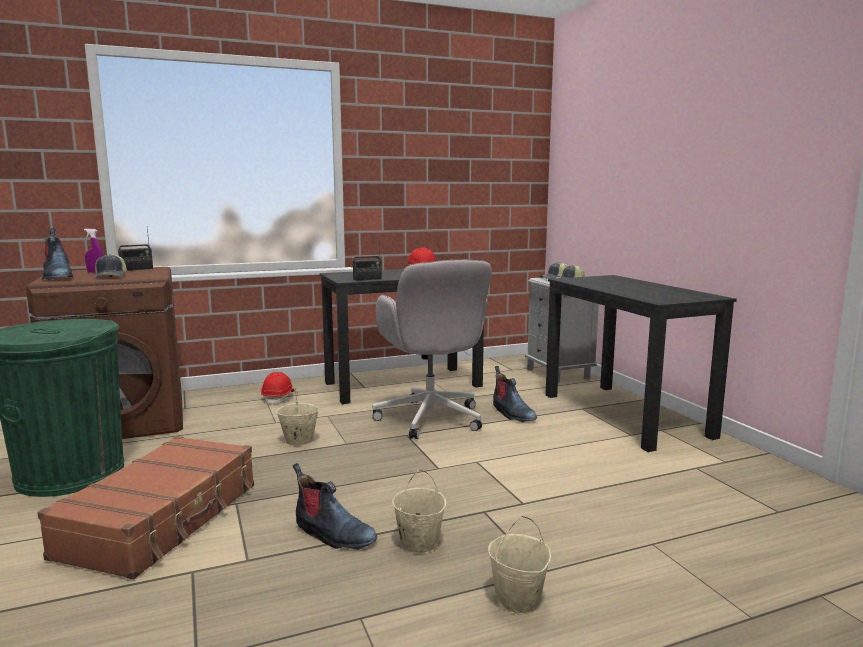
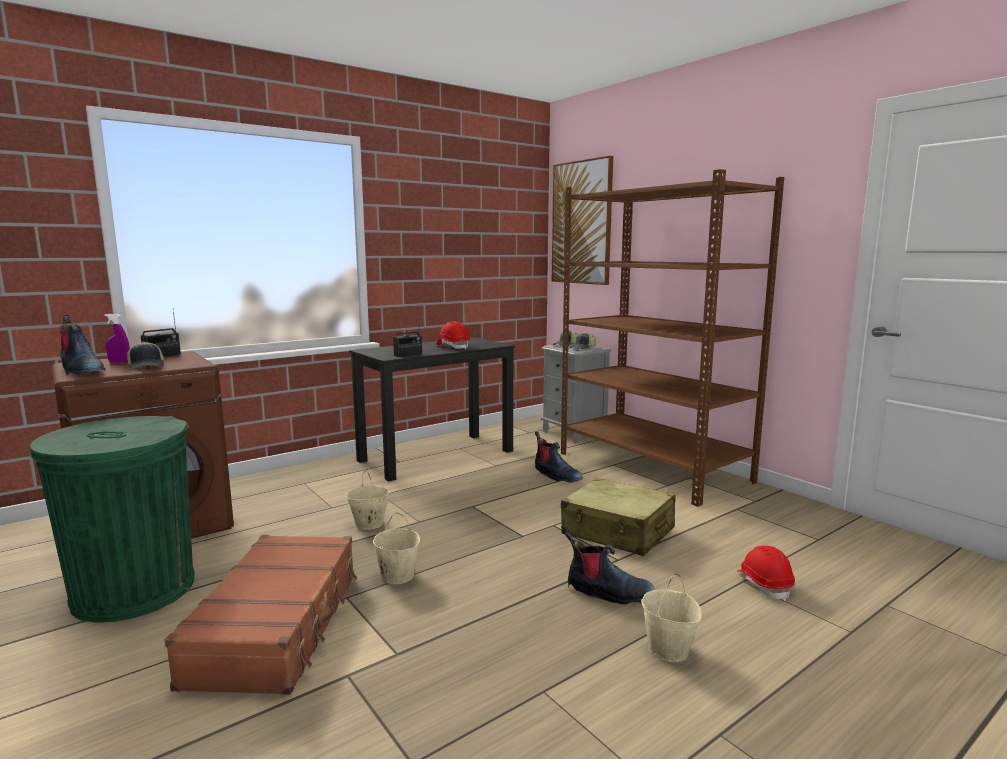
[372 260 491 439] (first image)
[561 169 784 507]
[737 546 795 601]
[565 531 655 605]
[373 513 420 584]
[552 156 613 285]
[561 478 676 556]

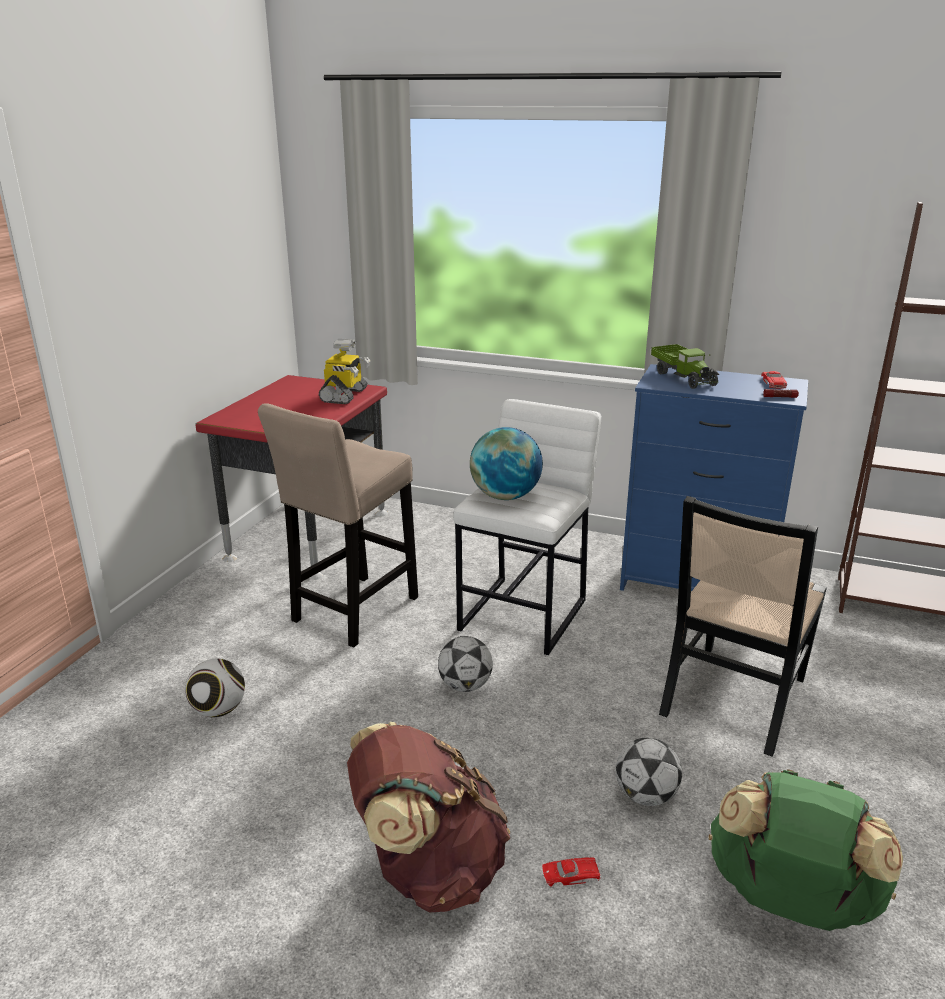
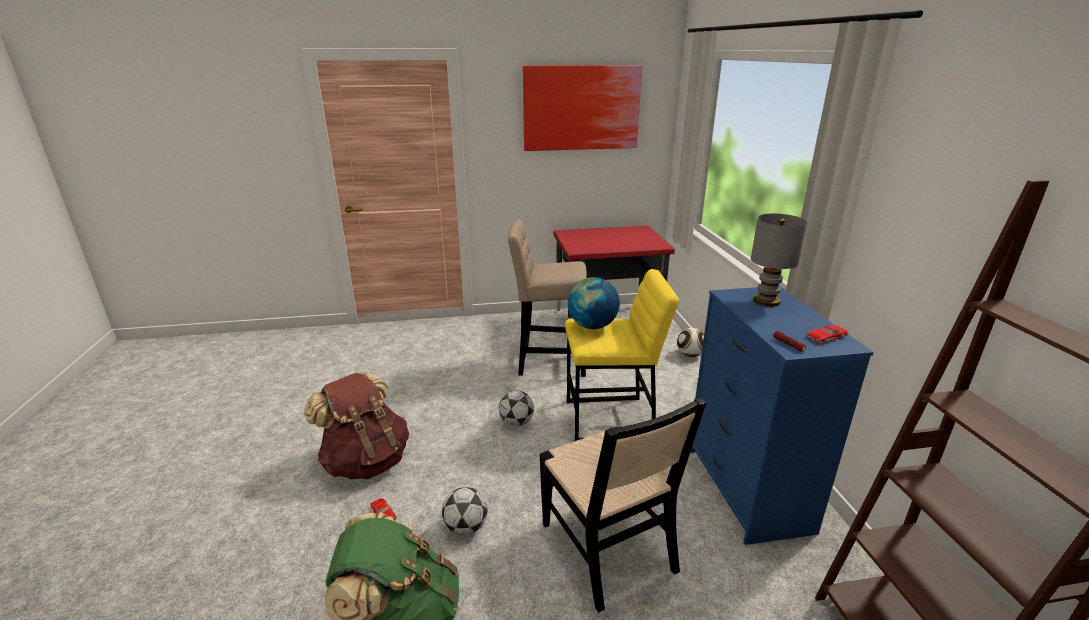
[319 339 371 404] (first image)
[751 214 807 307]
[565 269 679 441]
[539 397 706 613]
[677 328 704 357]
[523 65 643 151]

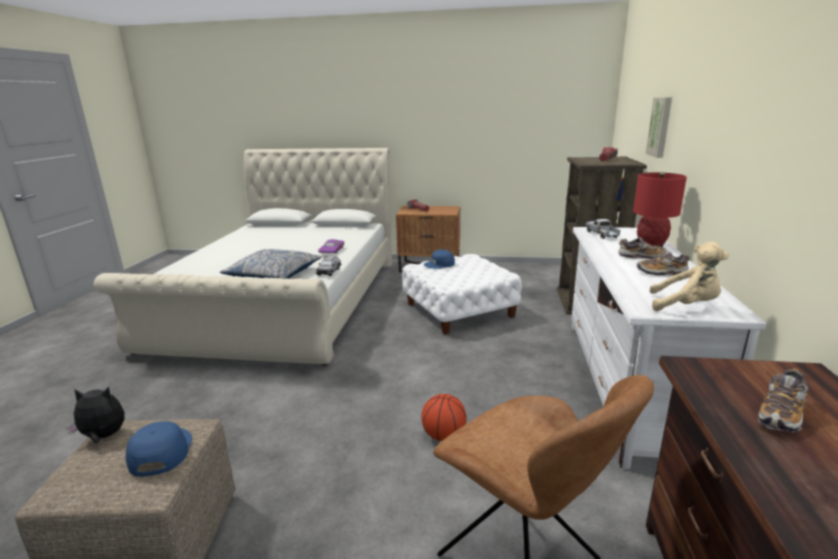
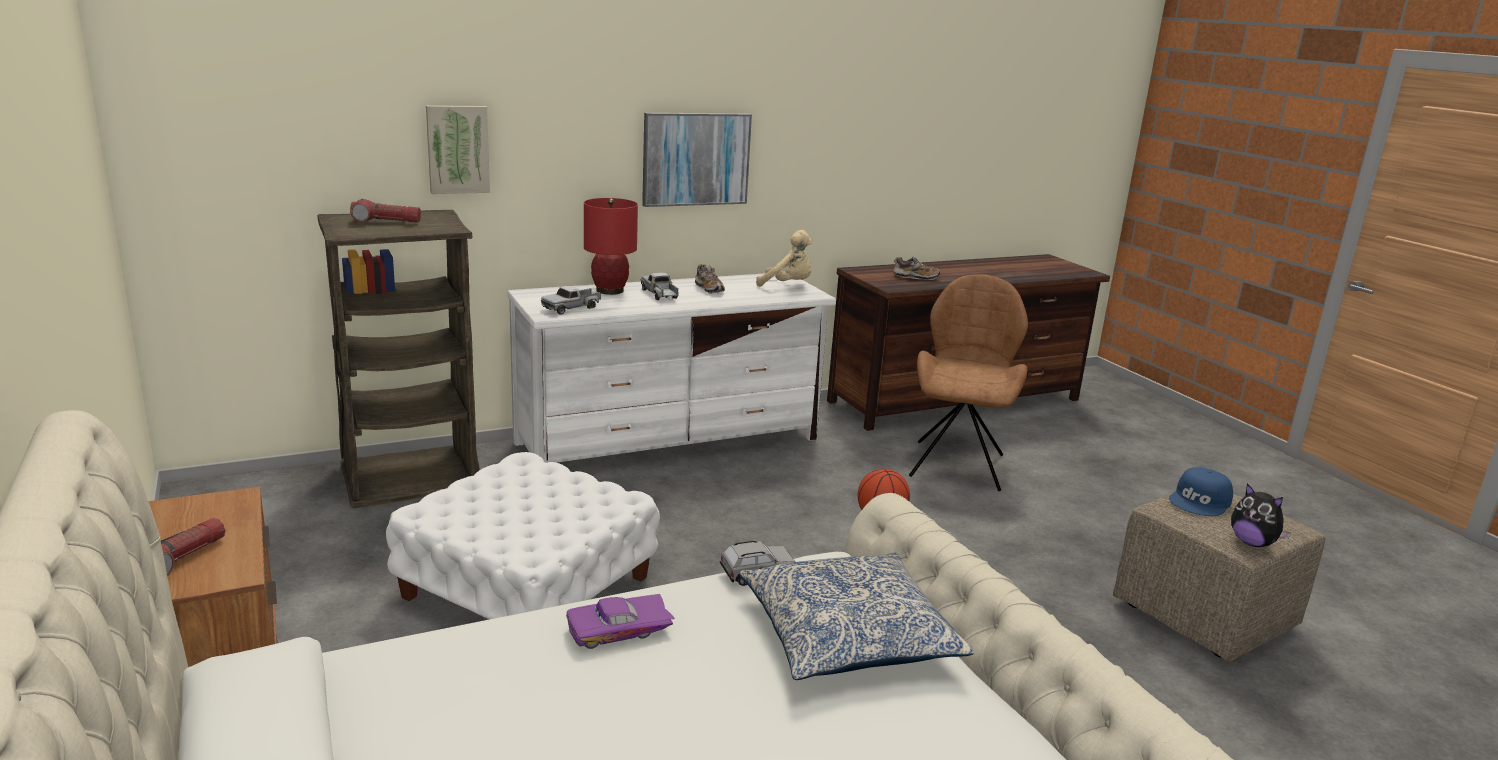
[641 273 679 300]
[756 230 812 287]
[424 250 455 269] (first image)
[642 113 752 207]

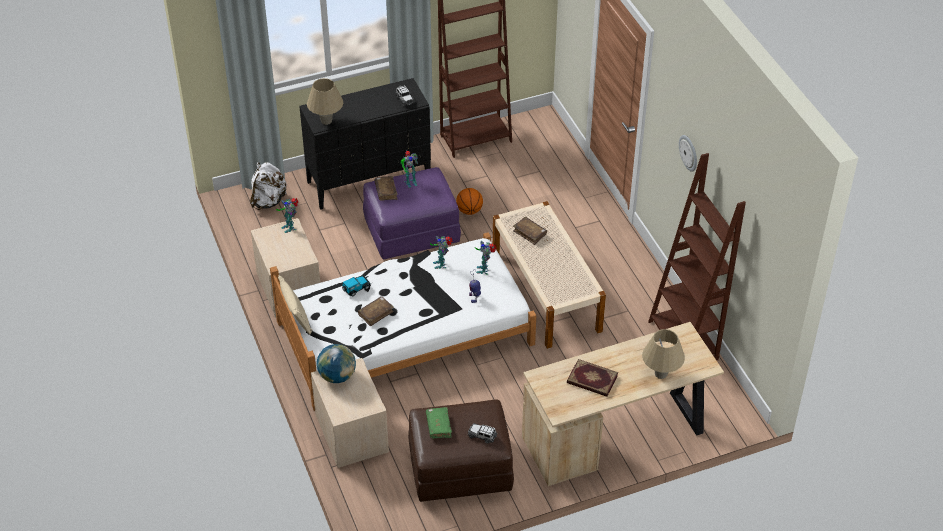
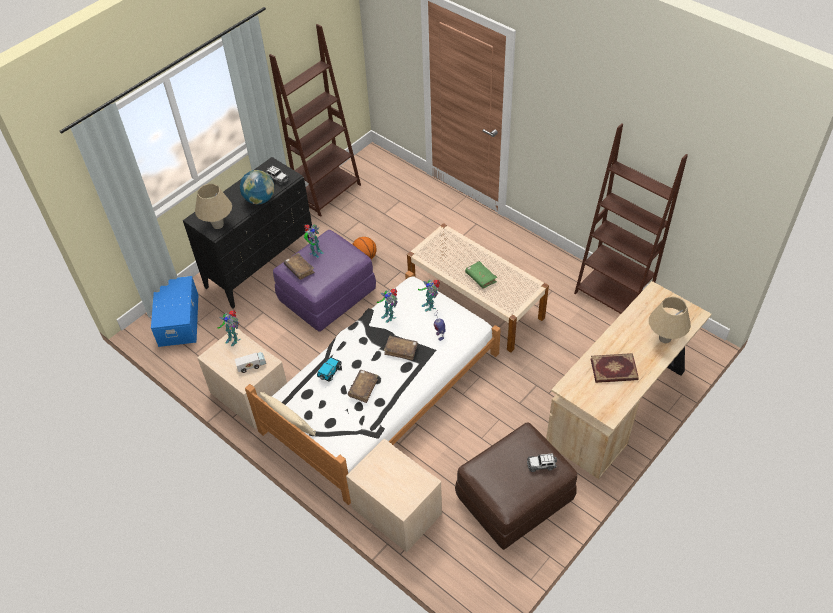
[679 135 697 172] (first image)
[151 276 198 347]
[384 336 417 361]
[240 170 274 205]
[465 261 497 288]
[235 352 266 373]

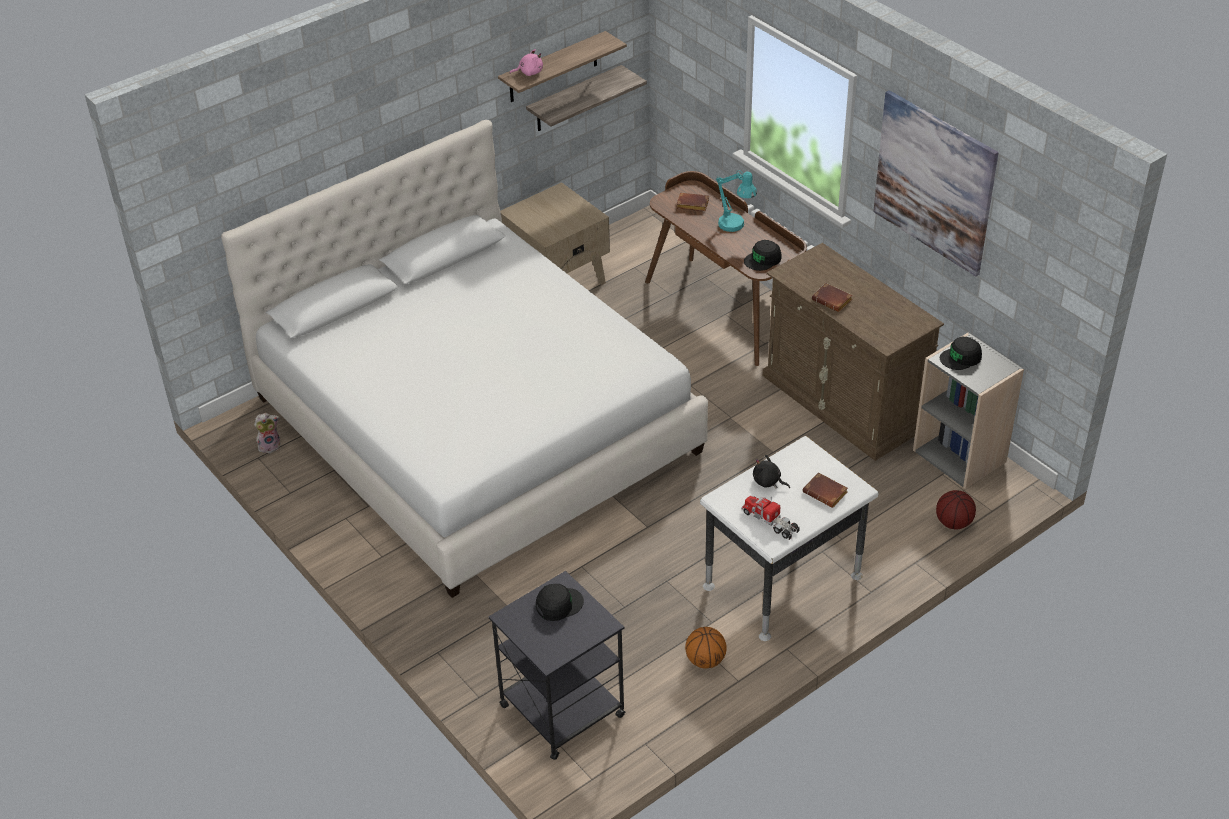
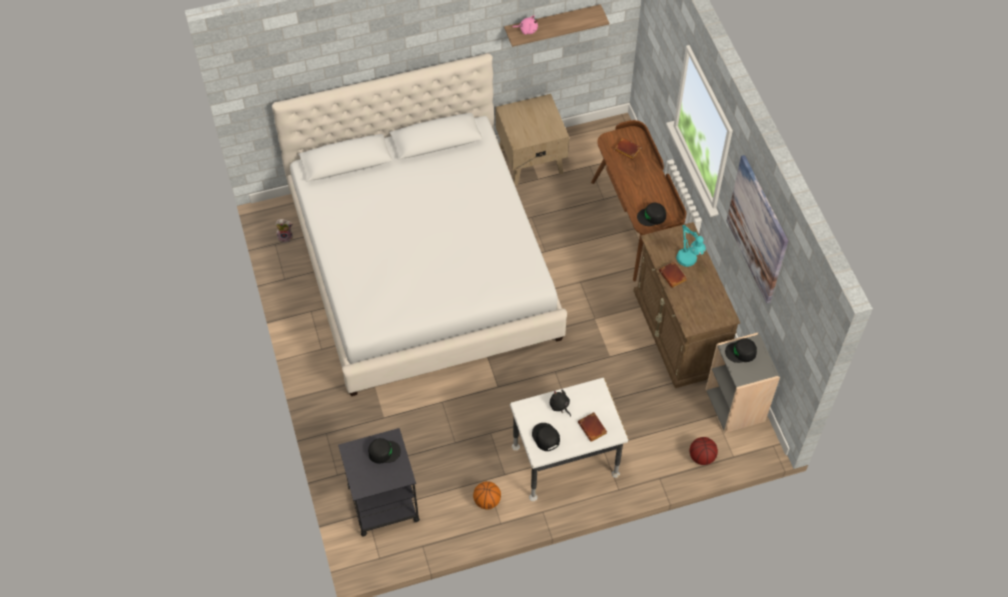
[526 65 647 131] (first image)
[676 224 706 267]
[532 423 560 451]

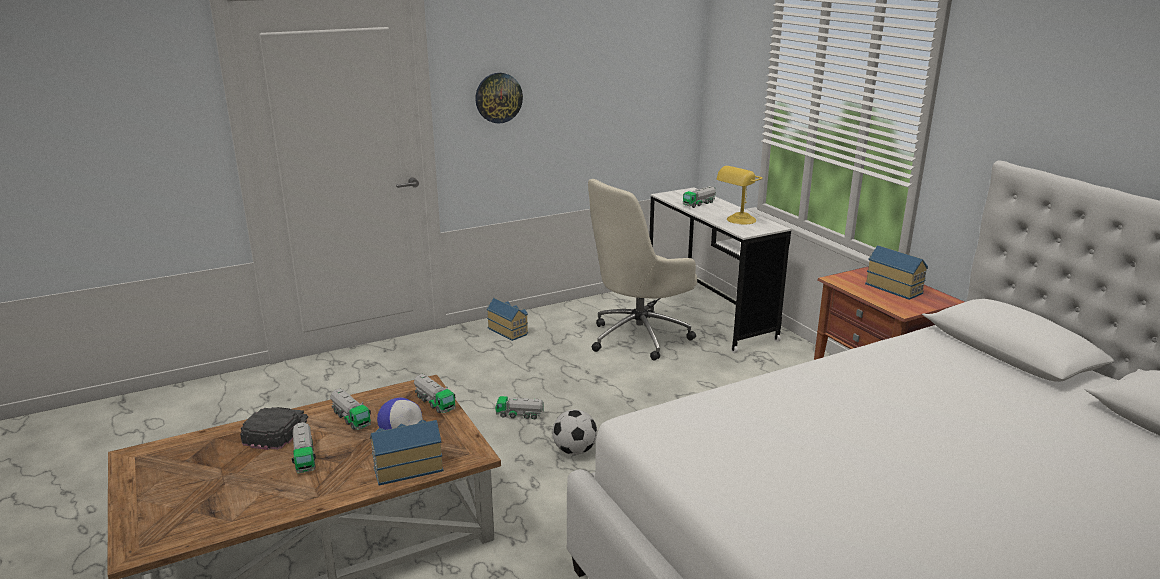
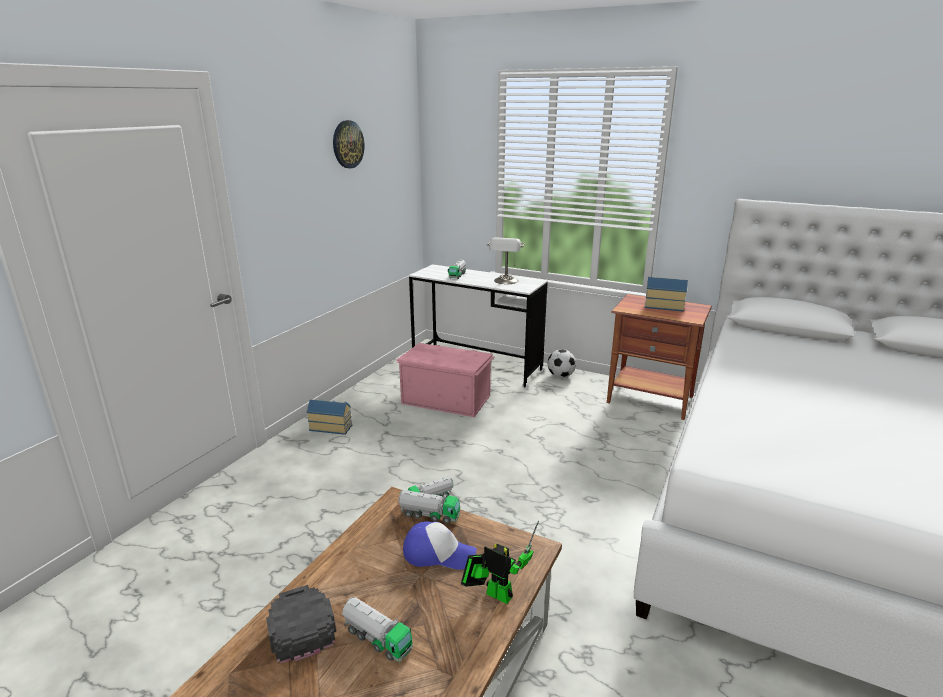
[333 120 364 168]
[487 238 525 284]
[396 343 495 417]
[330 388 371 430] (first image)
[547 349 576 378]
[461 520 539 604]

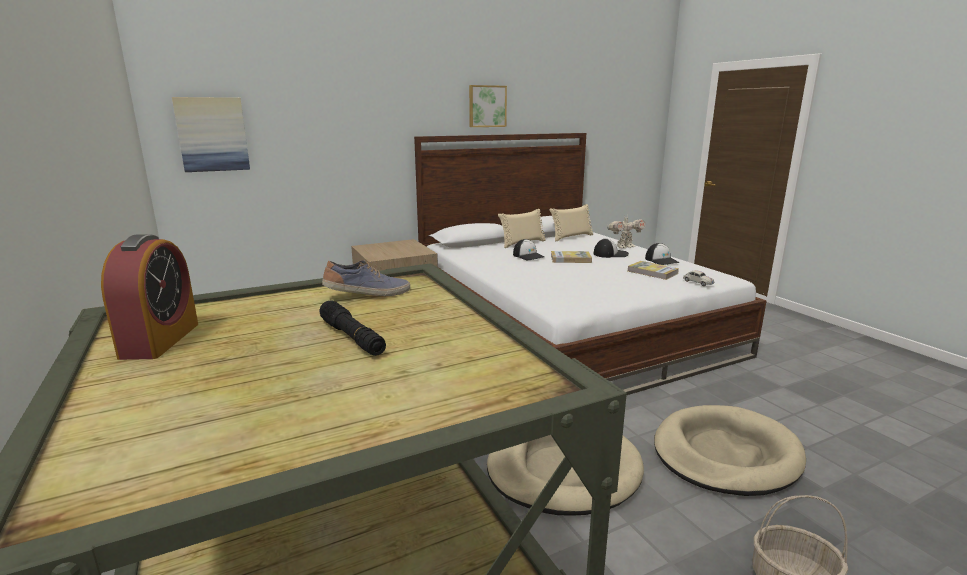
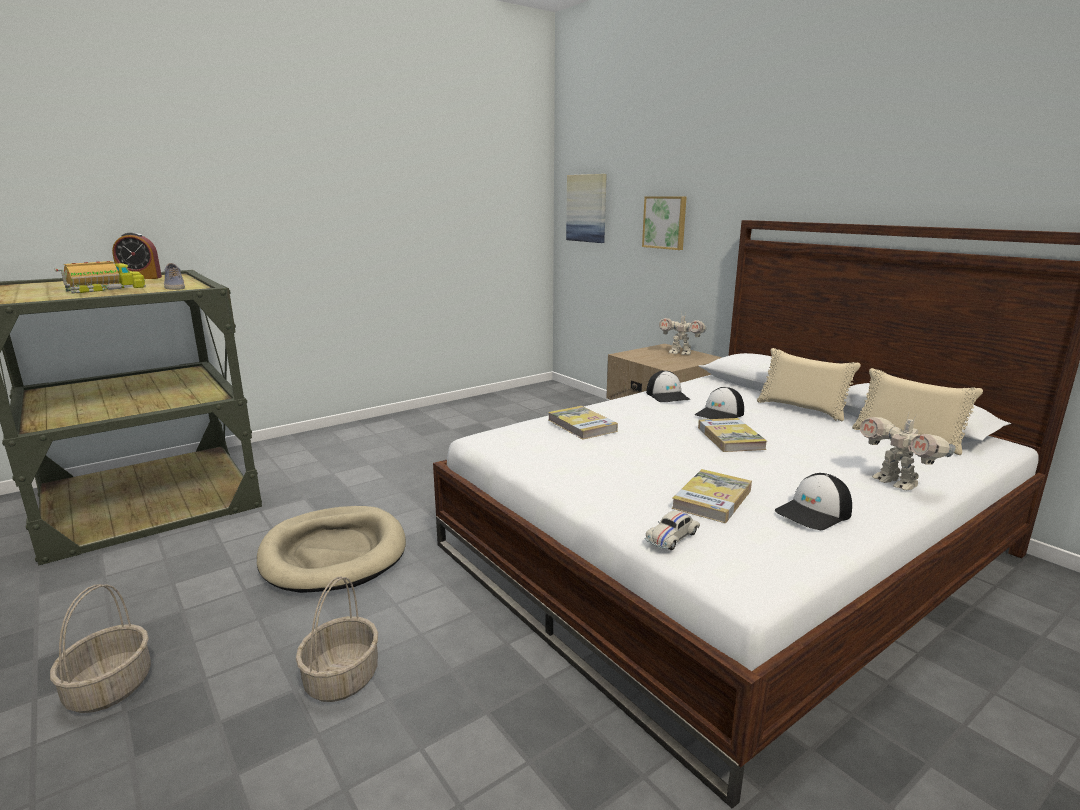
[642 196 687 250]
[646 371 690 402]
[54 261 146 294]
[296 576 378 702]
[659 314 707 355]
[548 406 618 440]

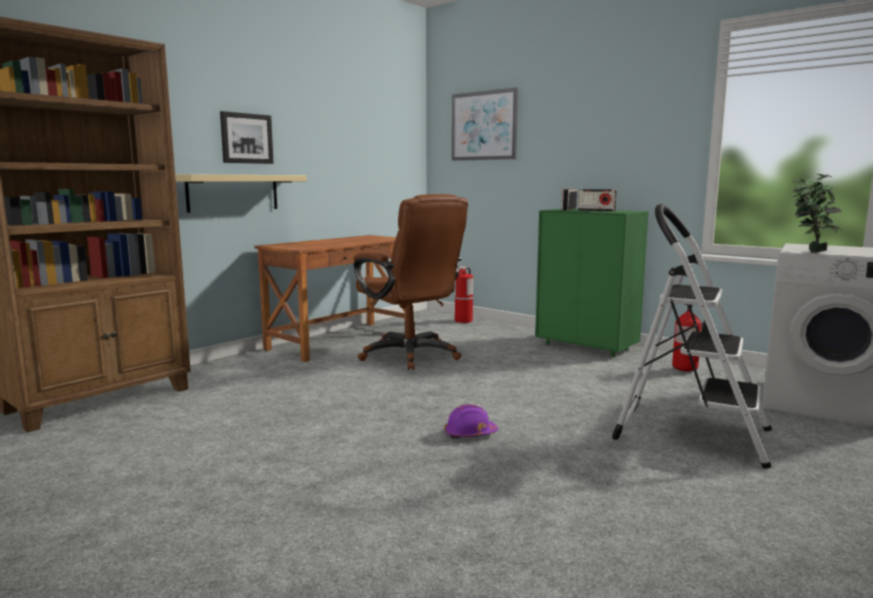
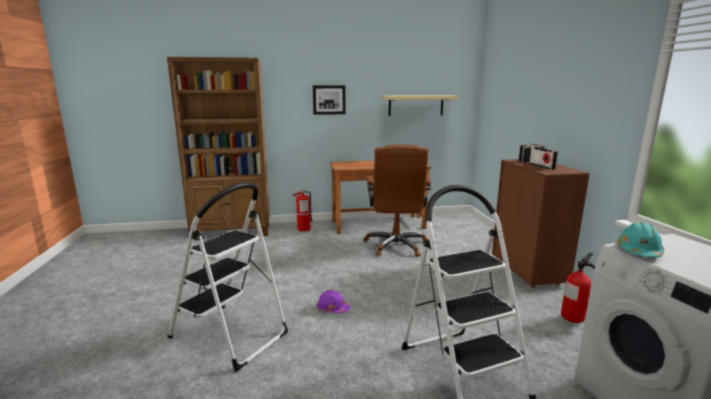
[452 87 518 161] (first image)
[617 222 665 258]
[382 95 458 116]
[492 159 590 288]
[293 189 313 231]
[168 182 288 372]

